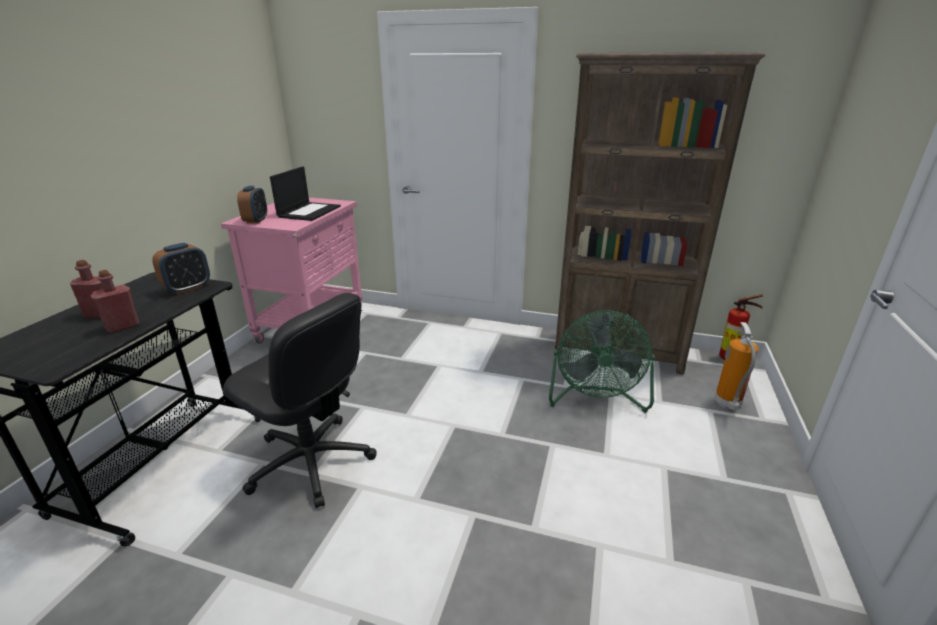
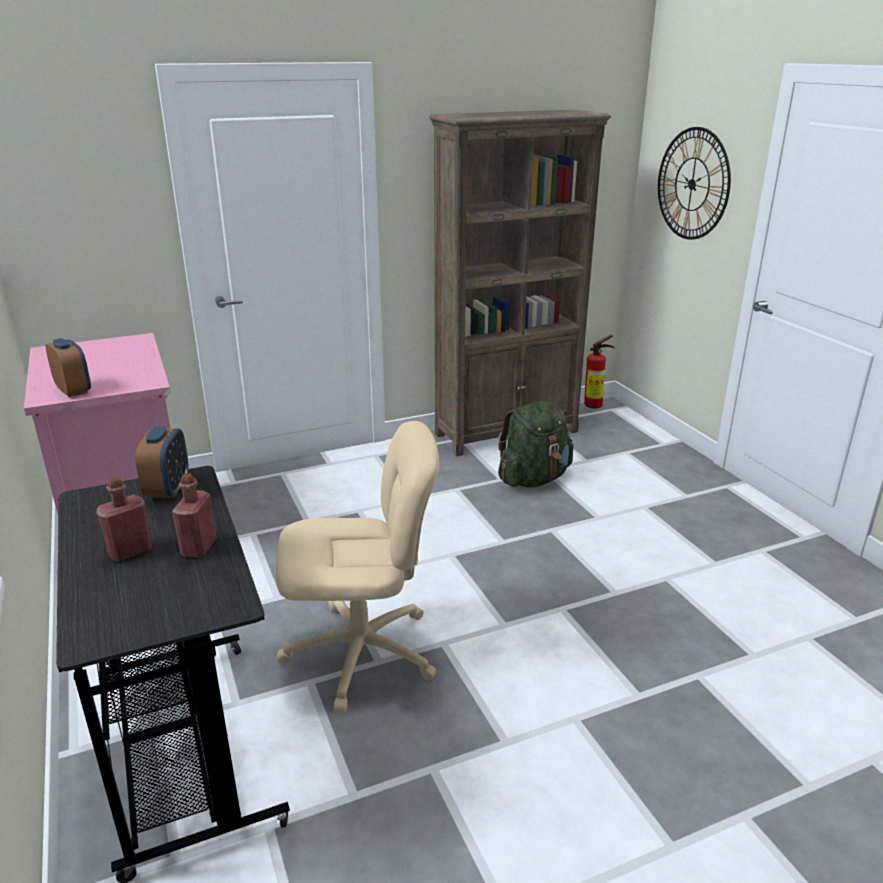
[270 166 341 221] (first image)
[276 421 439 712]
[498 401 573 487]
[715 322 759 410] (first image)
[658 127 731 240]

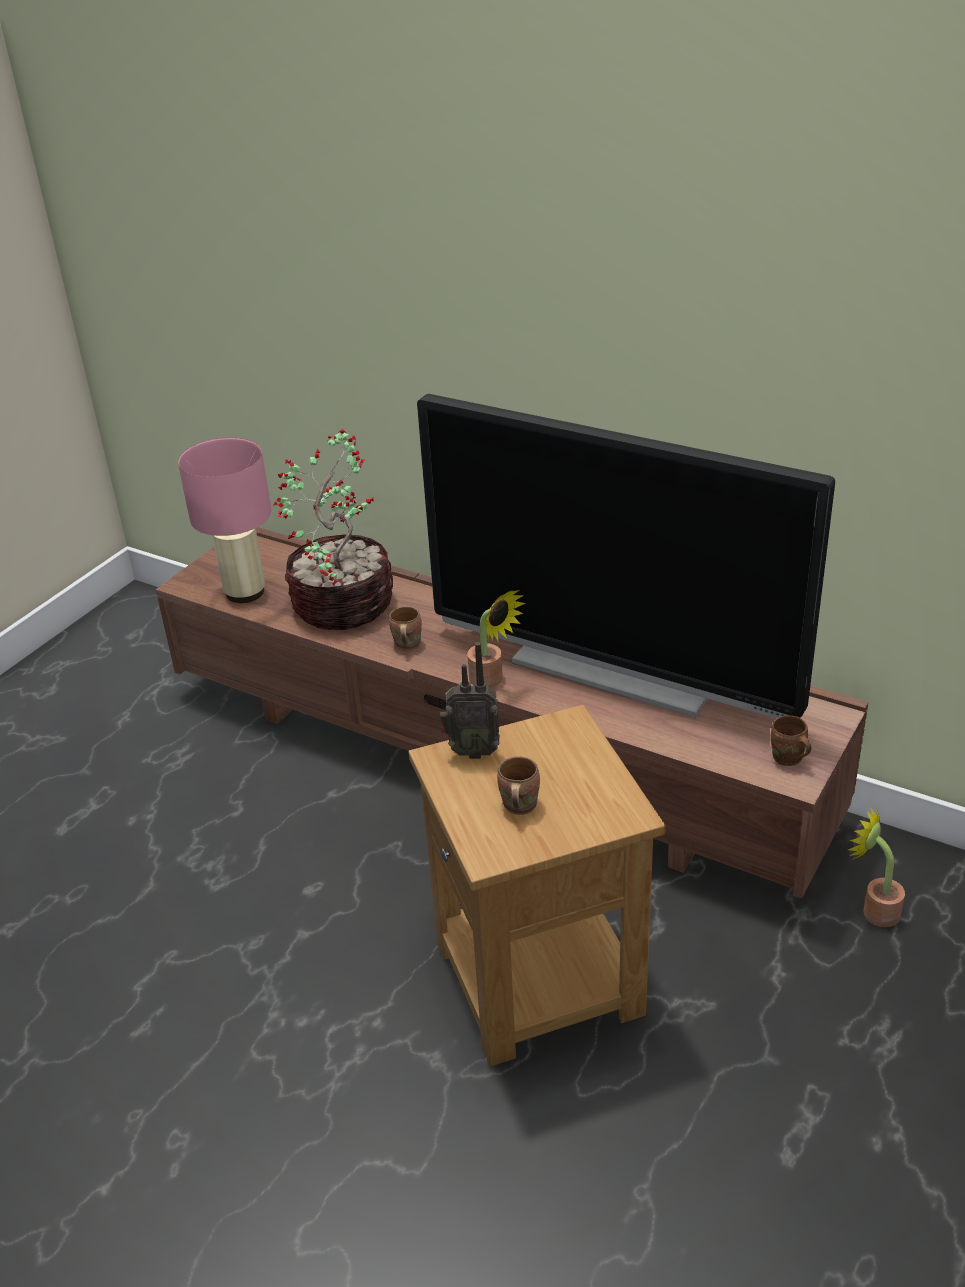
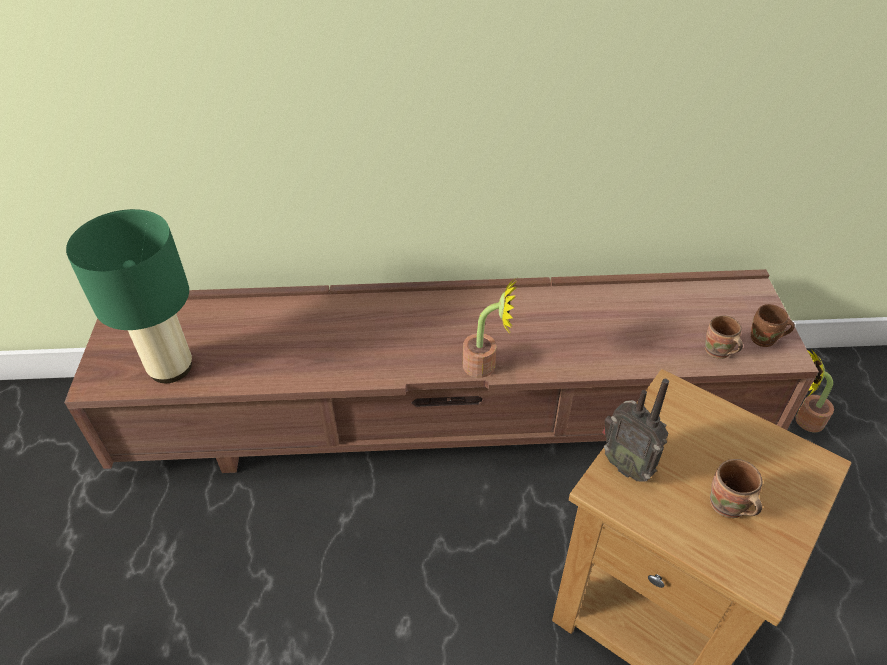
[417 394 835 719] (first image)
[274 429 393 630] (first image)
[66 209 192 383]
[705 315 743 359]
[602 379 669 482]

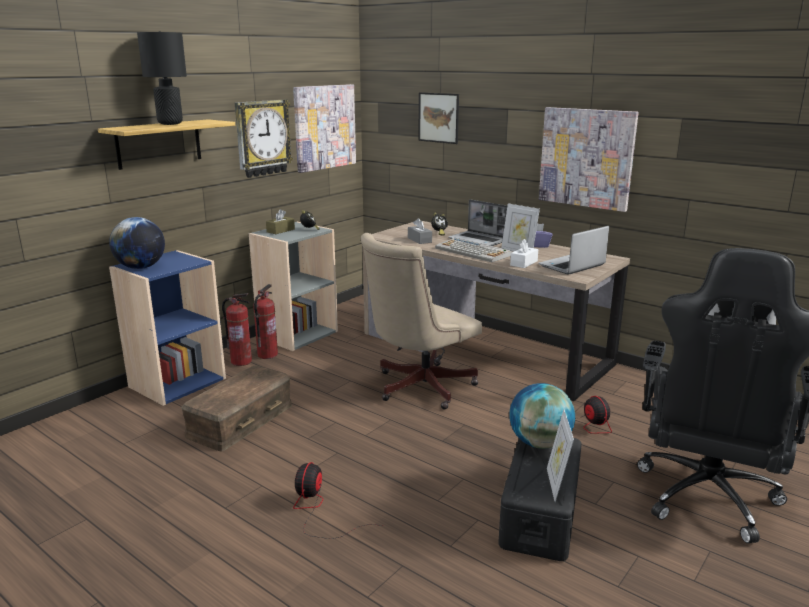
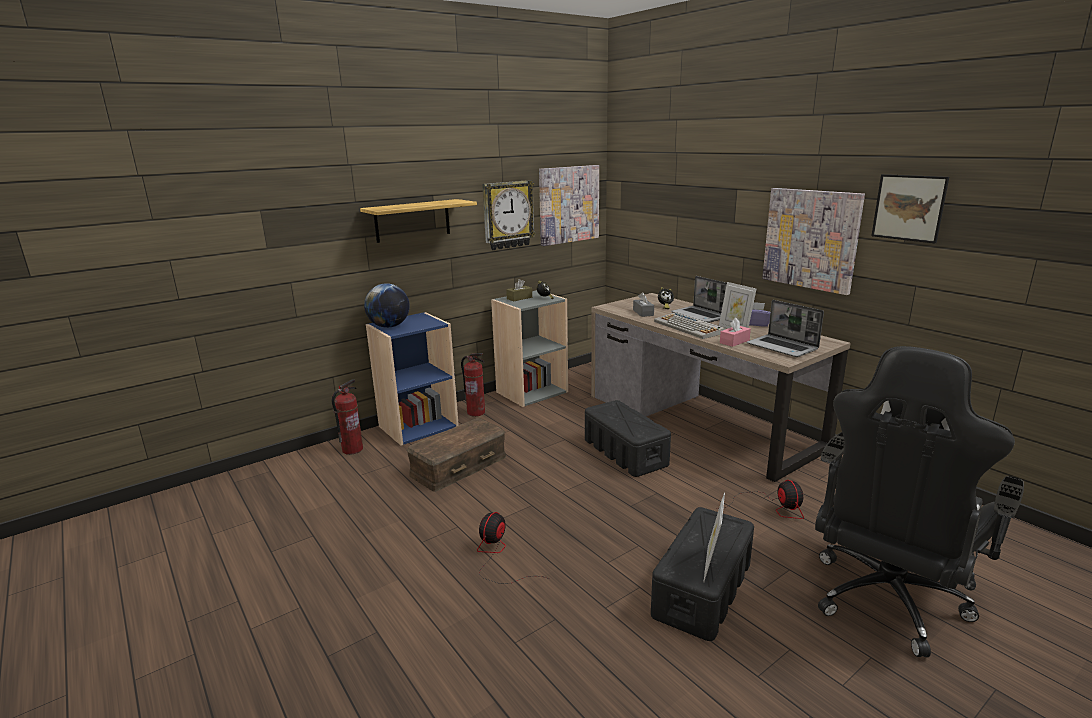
[137 31 187 125] (first image)
[871 174 949 243]
[747 300 824 357]
[585 400 671 477]
[720 318 751 347]
[332 379 363 455]
[509 383 575 449] (first image)

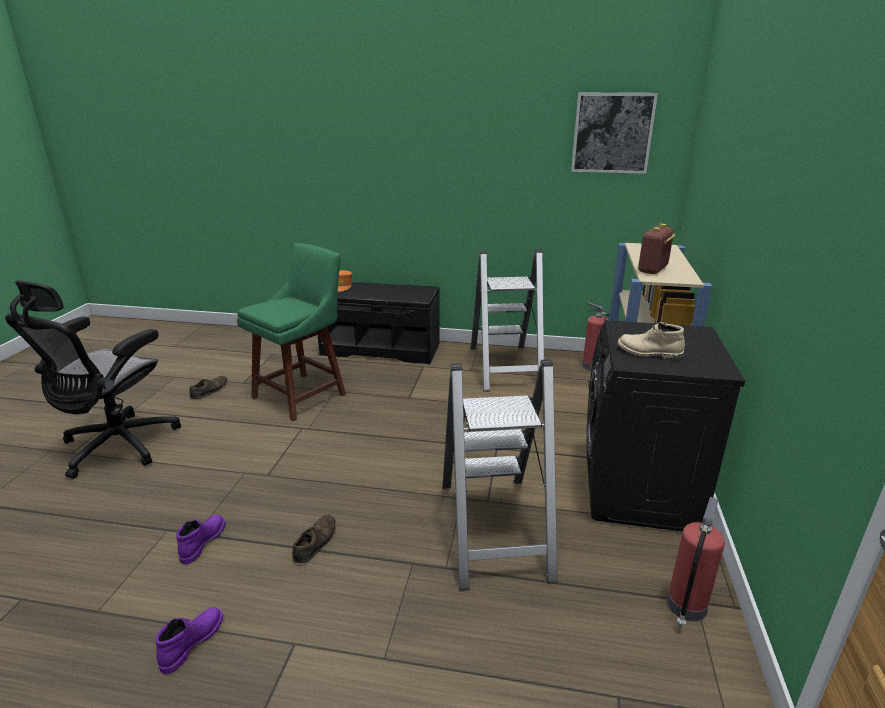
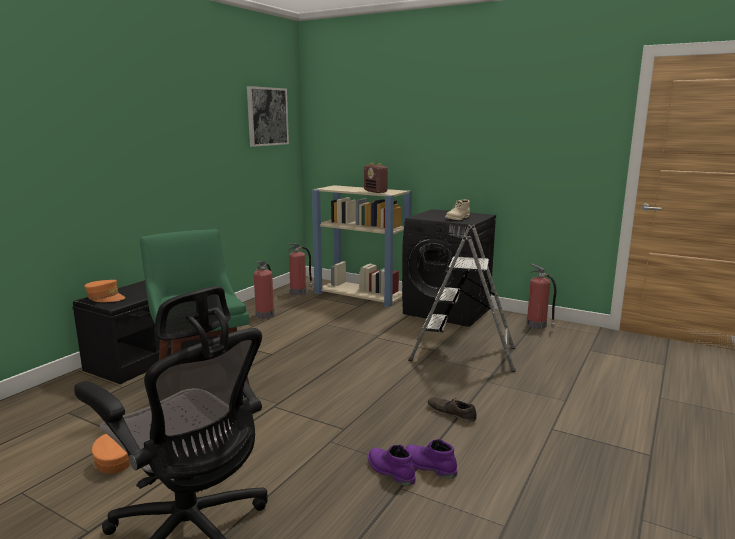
[254 261 274 319]
[92 434 130 474]
[368 445 416 486]

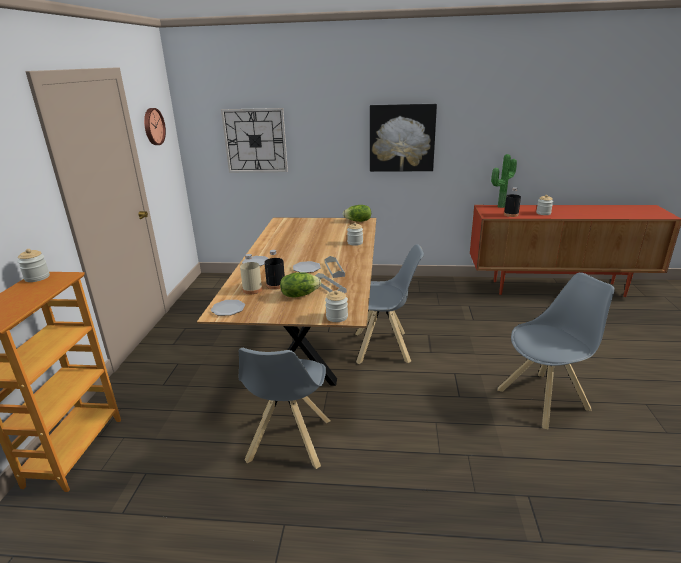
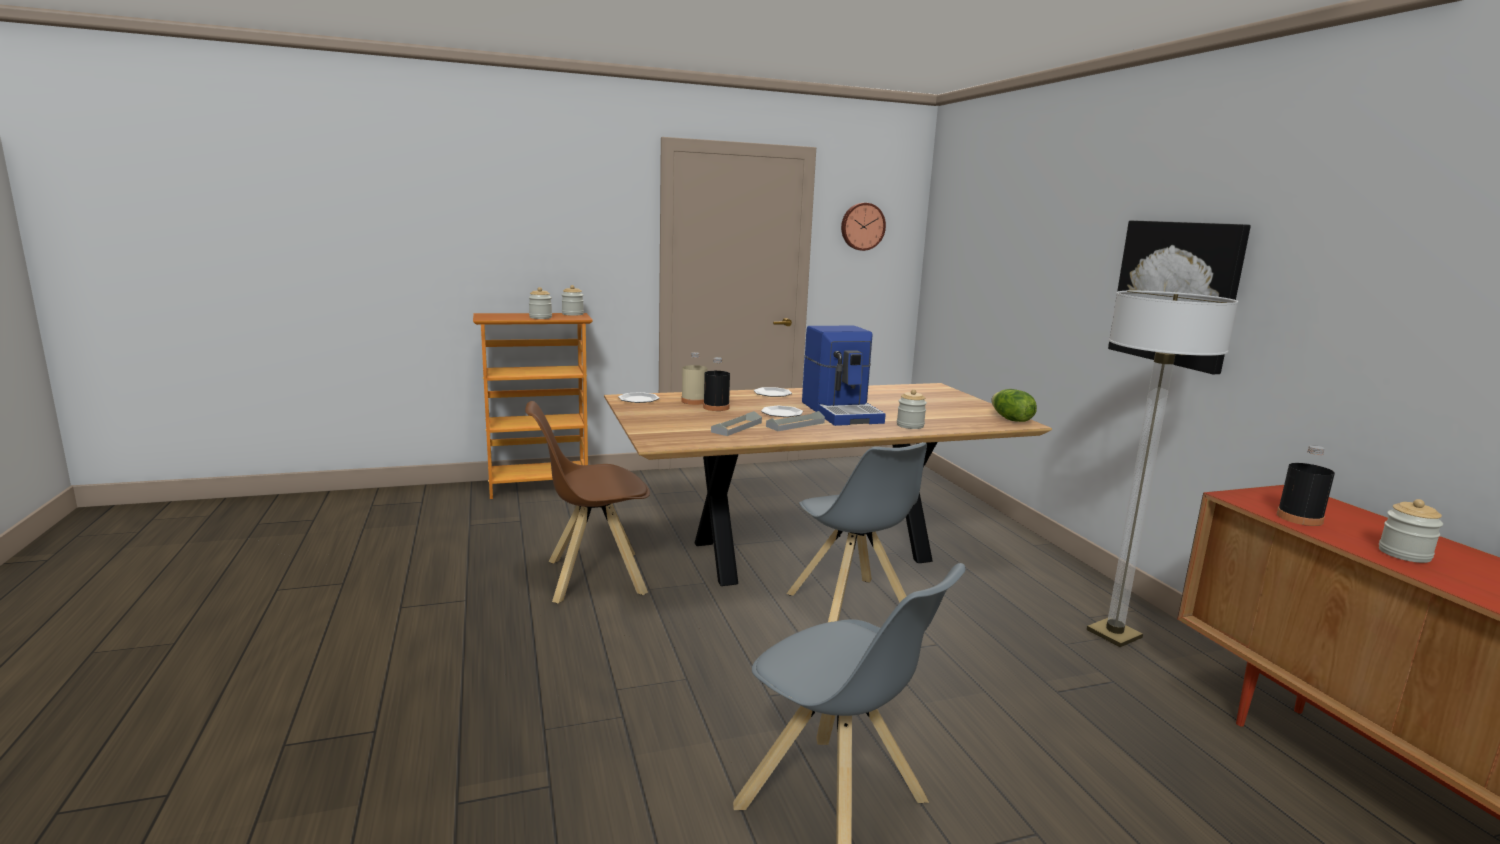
[221 108 288 172] (first image)
[491 154 517 208] (first image)
[280 272 321 297] (first image)
[529 287 552 319]
[525 401 650 604]
[1087 291 1238 647]
[802 326 886 426]

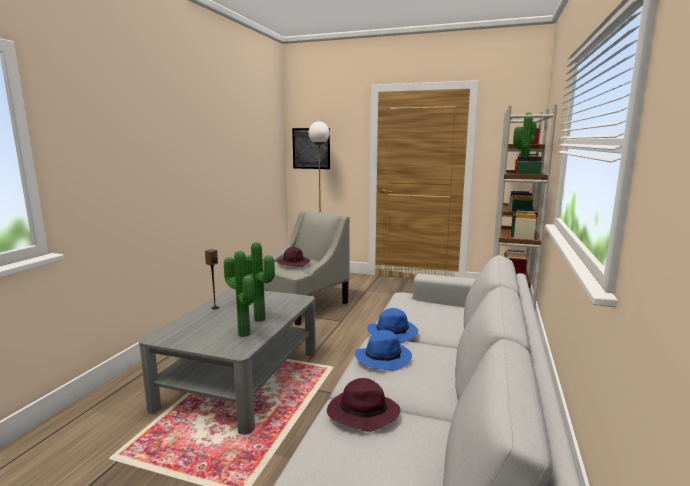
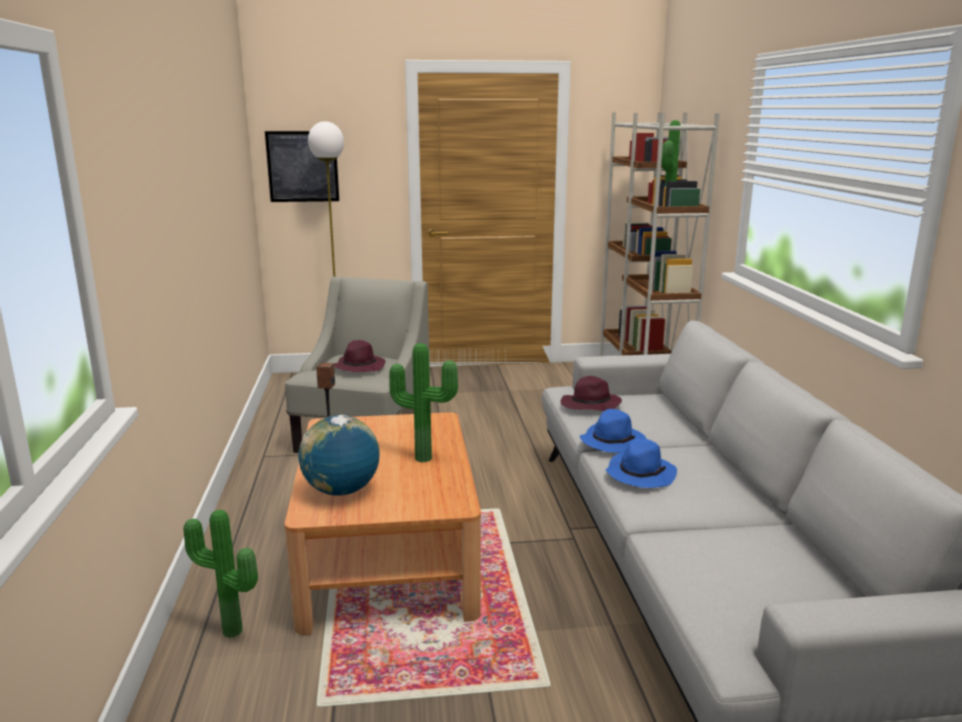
[184 510 258 638]
[284 412 481 635]
[560 376 622 411]
[298 415 379 495]

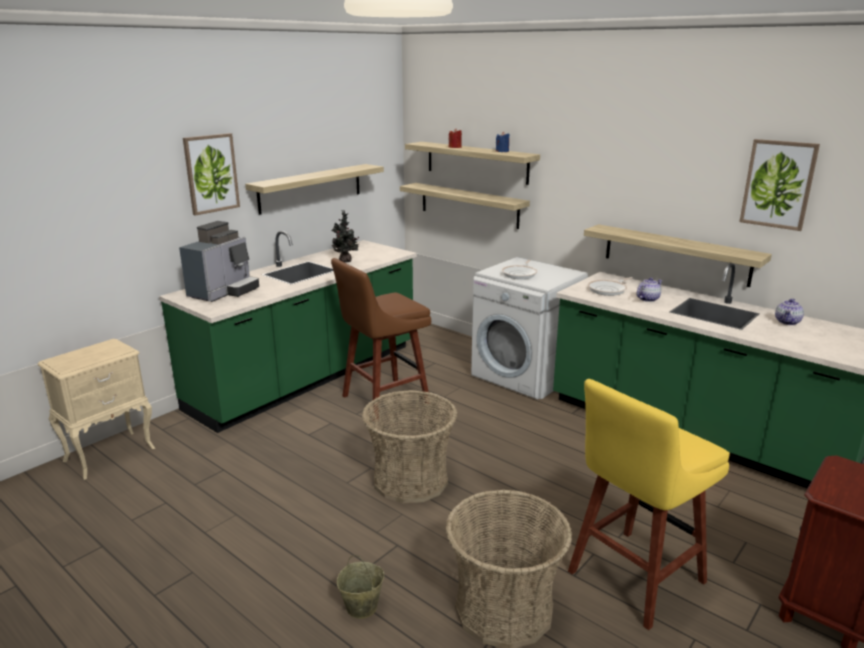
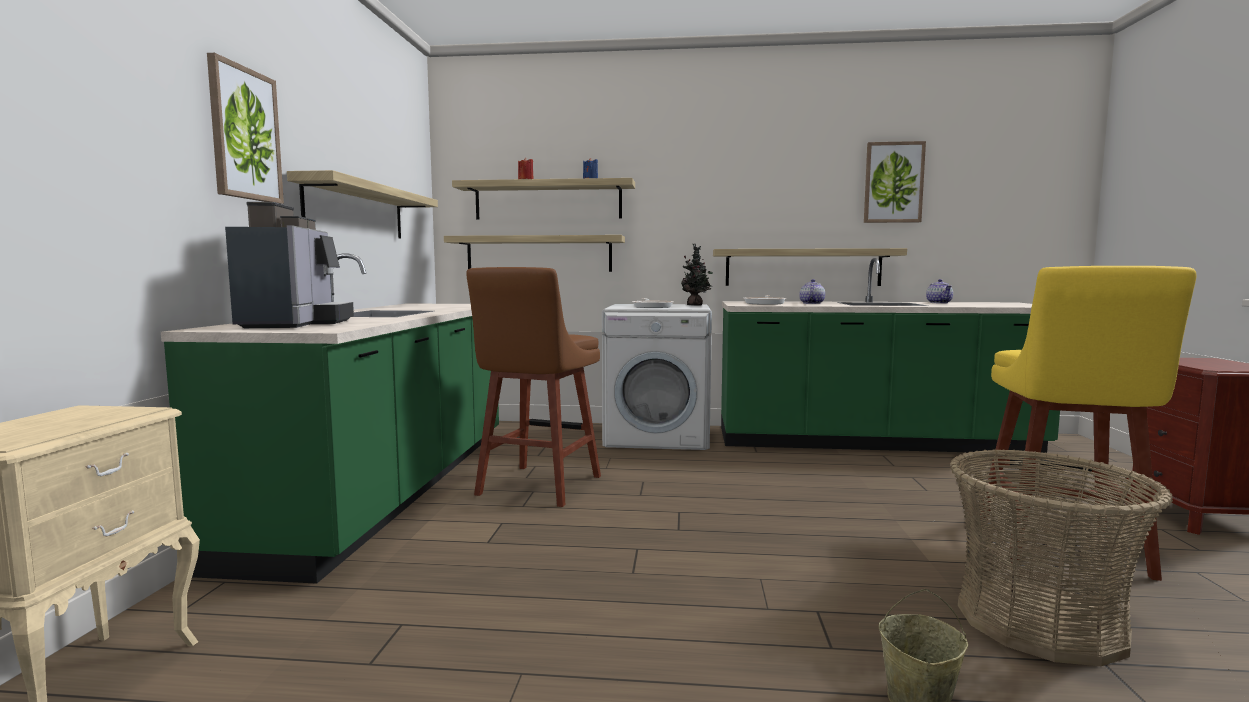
[681 243 713 306]
[362 390 458 503] (first image)

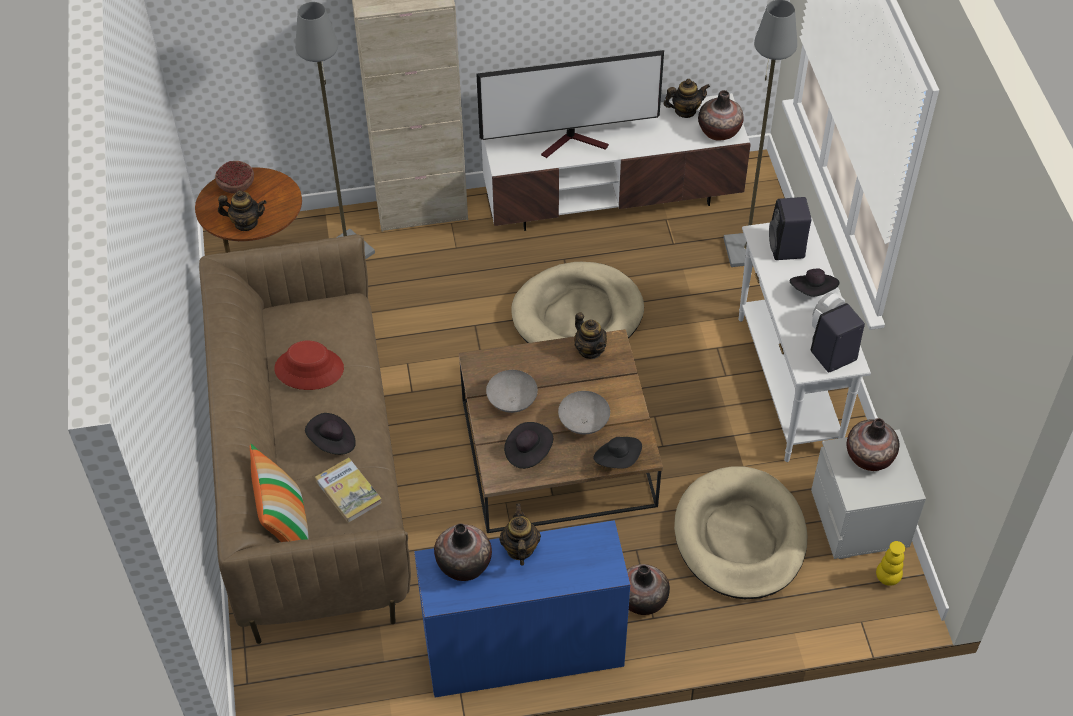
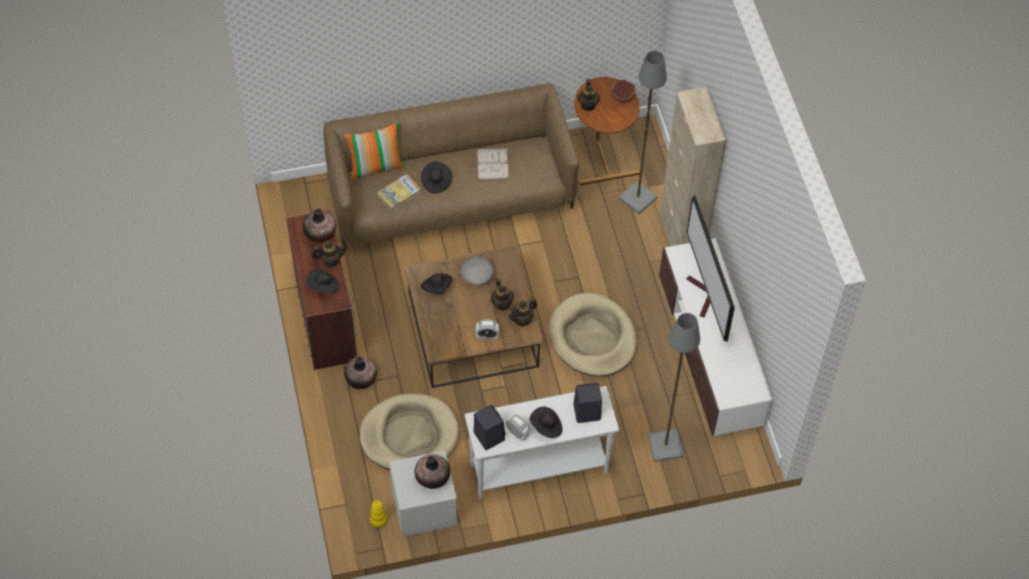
[491 278 514 310]
[698 90 744 141] (first image)
[477 148 509 181]
[558 391 610 434] (first image)
[306 269 340 293]
[286 210 357 370]
[476 319 499 340]

